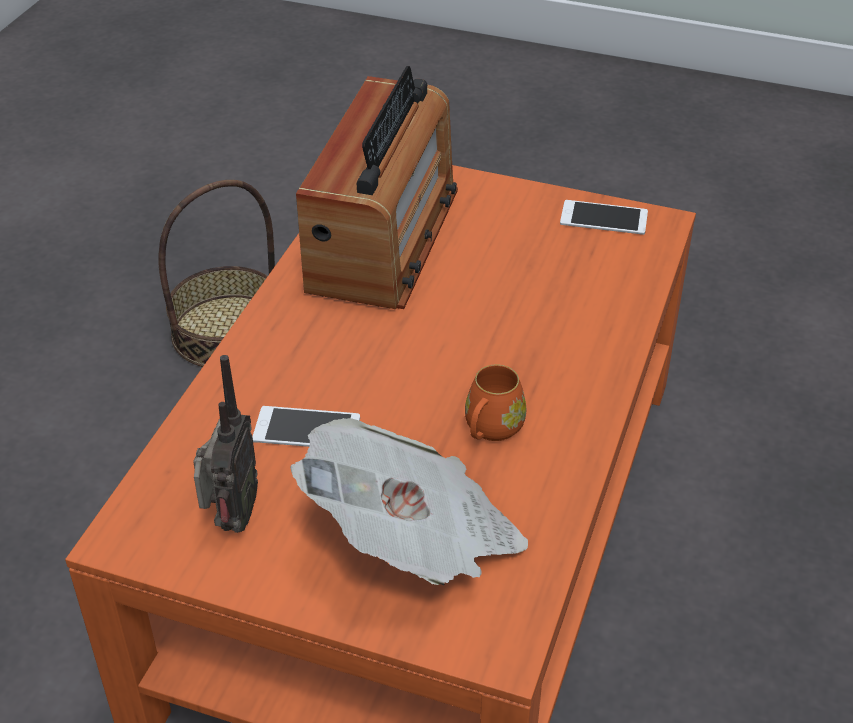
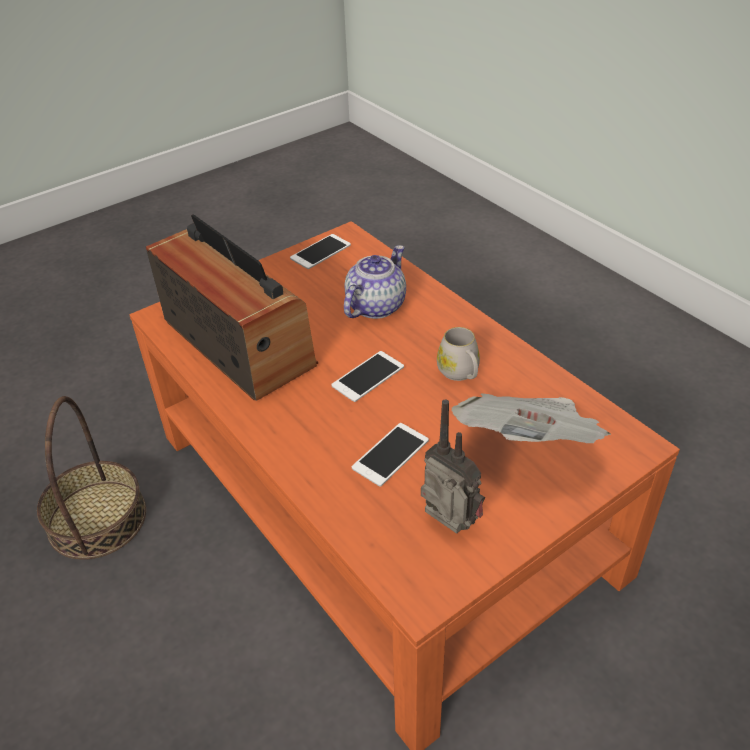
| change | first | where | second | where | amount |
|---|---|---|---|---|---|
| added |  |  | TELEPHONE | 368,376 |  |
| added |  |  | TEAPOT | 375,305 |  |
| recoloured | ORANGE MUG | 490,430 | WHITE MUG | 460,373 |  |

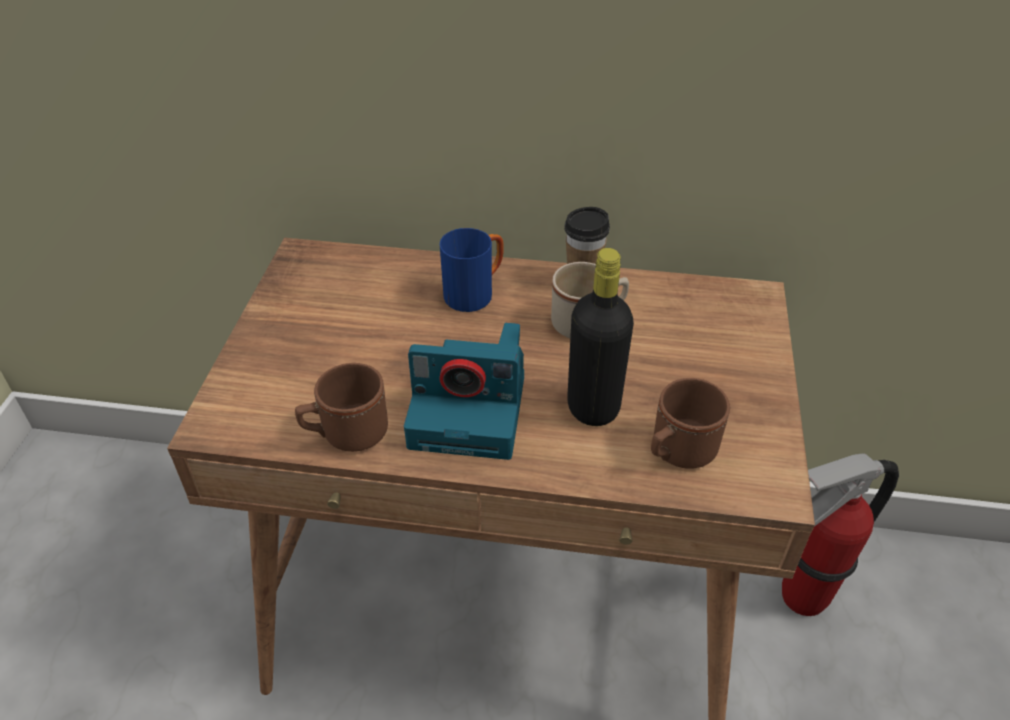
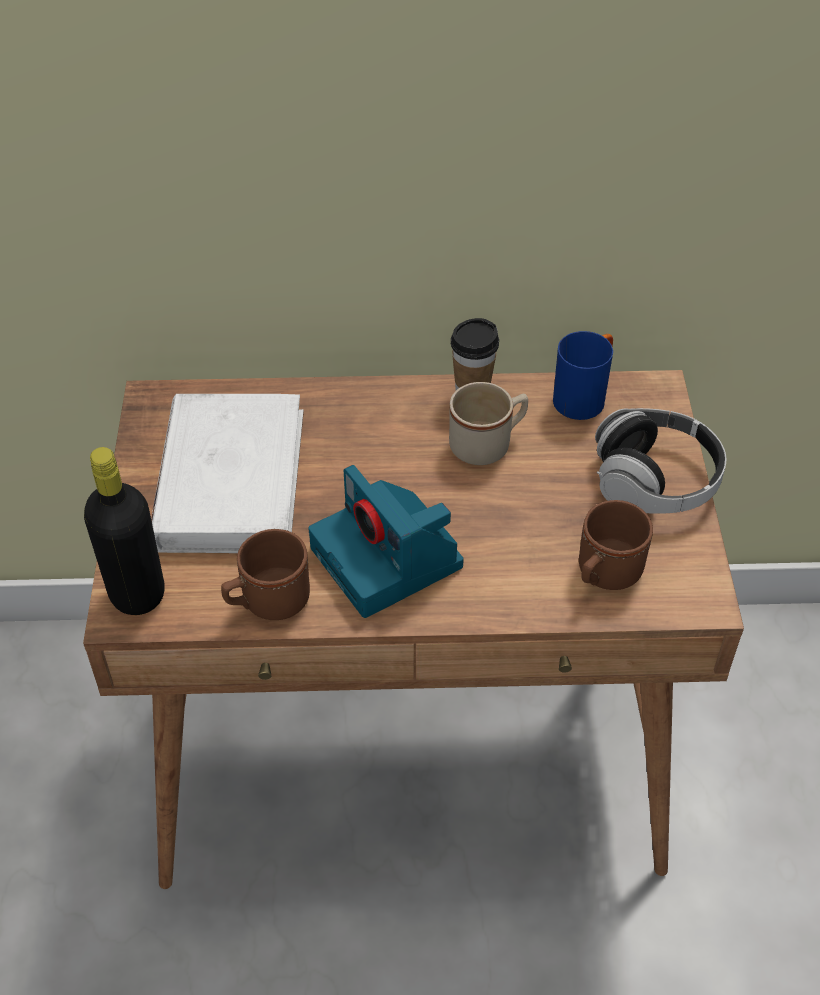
| change | first | where | second | where | amount |
|---|---|---|---|---|---|
| moved | BLACK-COLOURED BEVERAGE BOTTLE | 593,407 |  | 137,593 |  |
| added |  |  | WHITE VOLUME | 230,479 |  |
| turned | PHOTO CAMERA | 471,411 |  | 389,559 | 60 degrees clockwise |
| moved | BLUE MUG | 475,293 |  | 584,396 |  |
| added |  |  | HEADPHONES | 655,481 |  |
| removed | FIRE-FIGHTING CYLINDER | 802,597 |  |  |  |

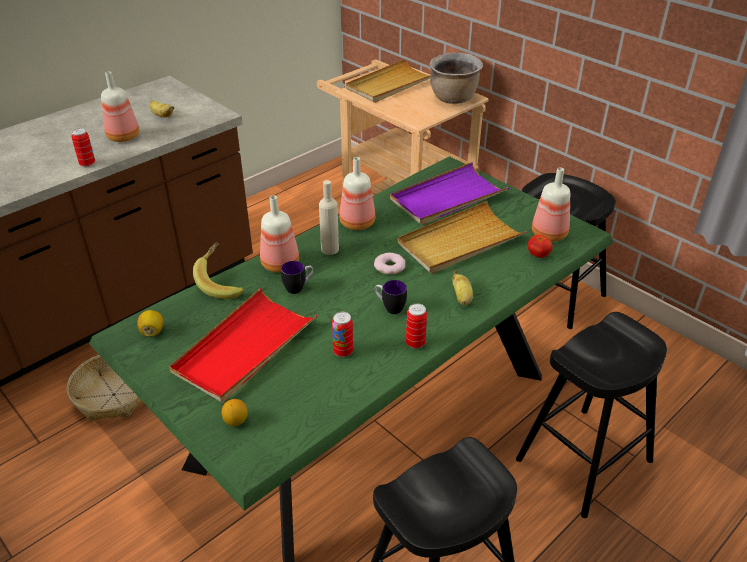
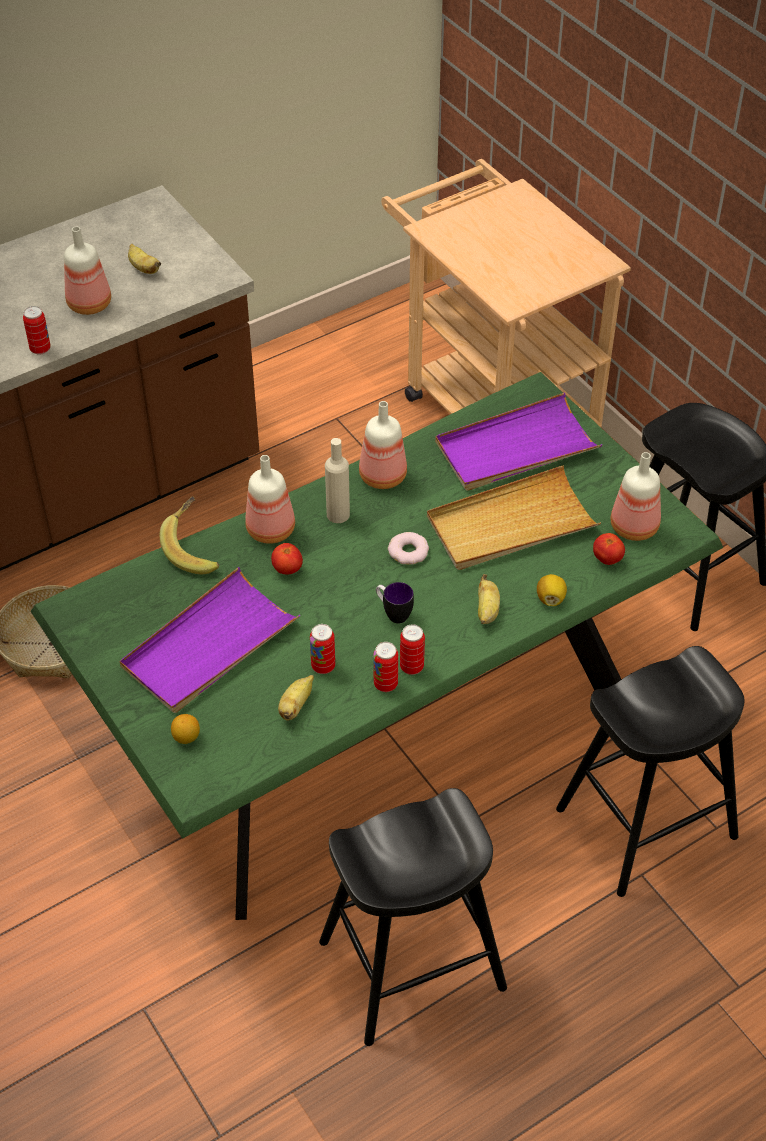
| change | first | where | second | where | amount |
|---|---|---|---|---|---|
| recoloured | REDDISH CARRYING TRAY | 244,348 | PURPLISH CARRYING TRAY | 209,645 |  |
| replaced | MUG | 298,288 | TOMATO | 287,569 |  |
| added |  |  | WHOLE BANANA | 296,706 |  |
| added |  |  | METAL CAN | 385,684 |  |
| moved | WHOLE LEMON | 152,331 |  | 550,599 |  |
| removed | BEIGE-COLOURED CARRYING TRAY | 390,84 |  |  |  |
| removed | BROWNISH SAUCEPOT | 453,99 |  |  |  |

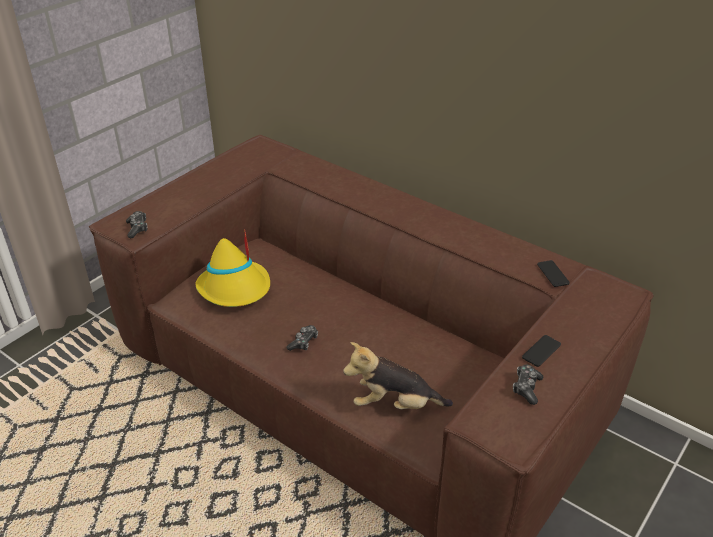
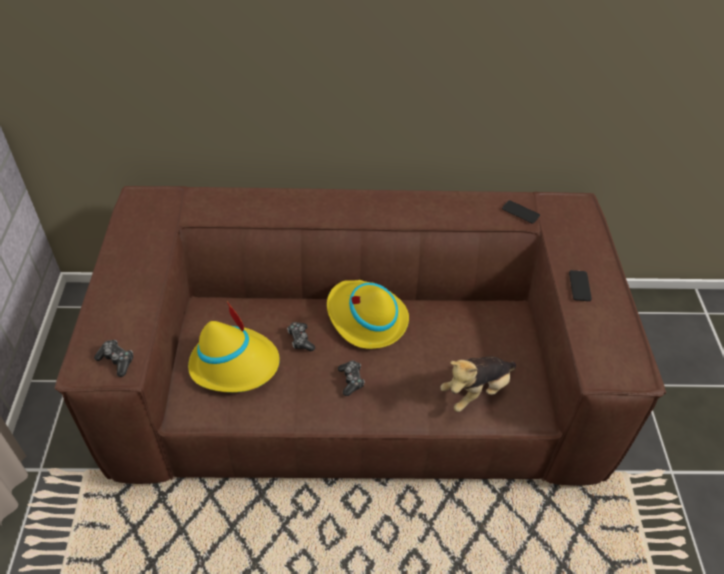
| change | first | where | second | where | amount |
|---|---|---|---|---|---|
| moved | GAME CONTROLLER | 526,388 |  | 300,340 |  |
| added |  |  | YELLOWISH HAT | 366,318 |  |

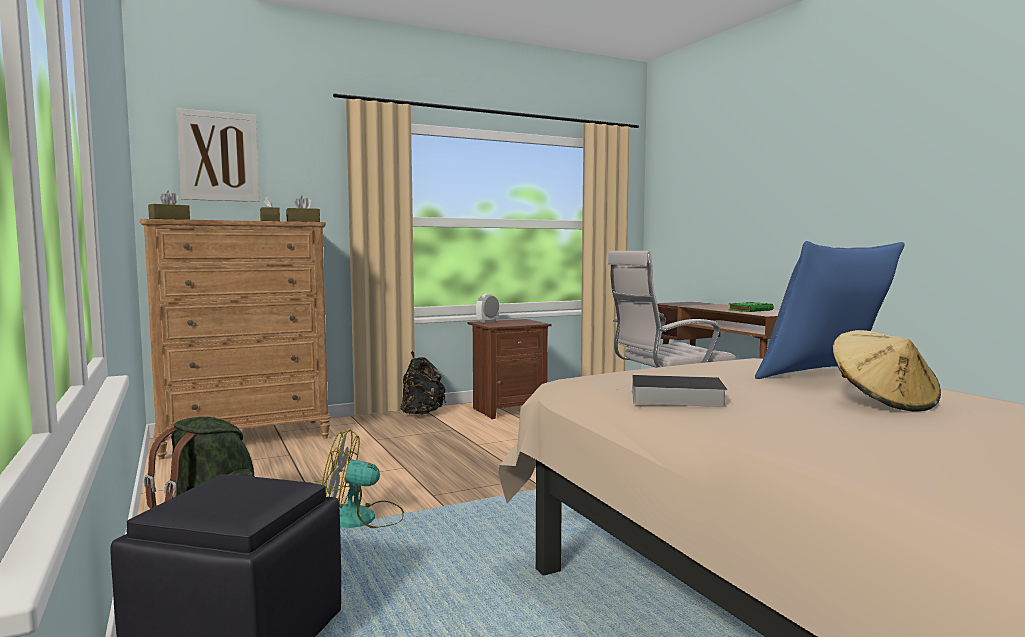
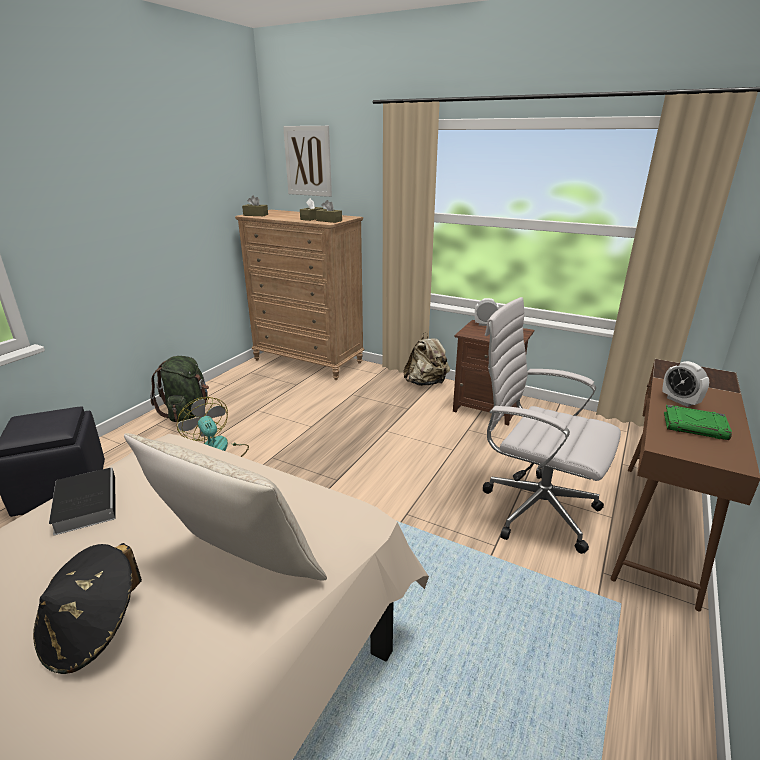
| change | first | where | second | where | amount |
|---|---|---|---|---|---|
| recoloured | BEIGE-COLOURED HAT | 883,402 | BLACK-COLOURED HAT | 93,630 |  |
| recoloured | BLUE CUSHION | 827,376 | BEIGE-COLOURED CUSHION | 240,571 |  |
| recoloured | BLACK-COLOURED BACKPACK | 421,413 | BEIGE-COLOURED BACKPACK | 426,383 |  |
| added |  |  | ALARM CLOCK | 680,401 |  |

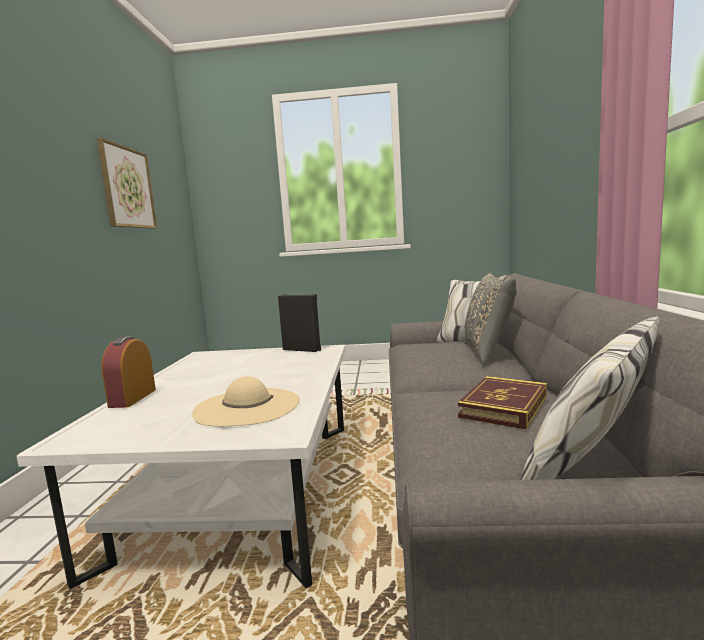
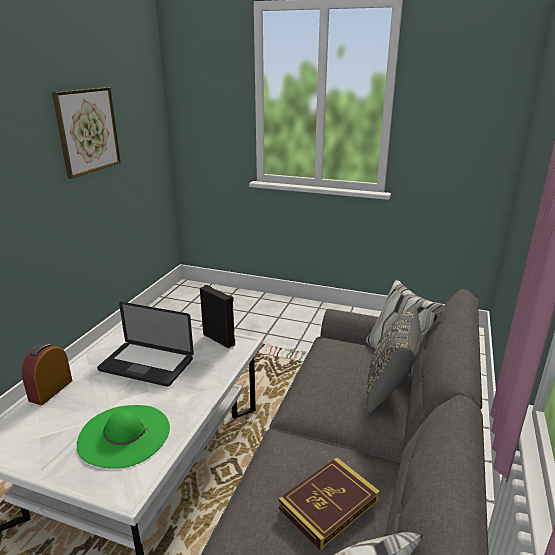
| change | first | where | second | where | amount |
|---|---|---|---|---|---|
| recoloured | BEIGE-COLOURED HAT | 247,406 | GREENISH HAT | 124,435 |  |
| added |  |  | NOTEBOOK COMPUTER | 146,365 |  |

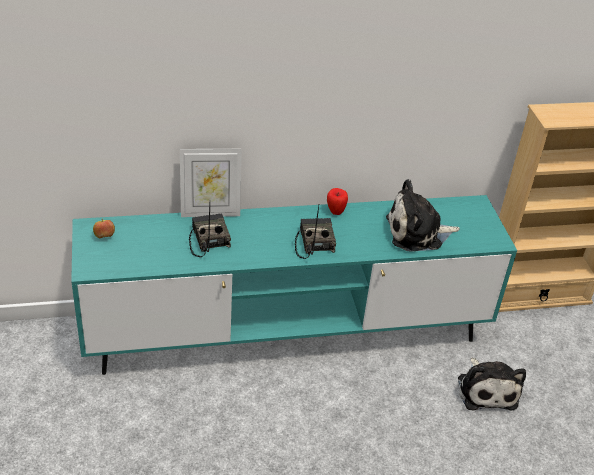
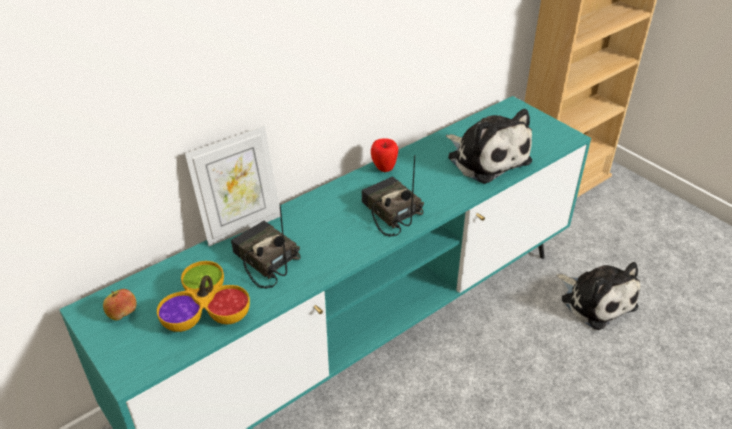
| change | first | where | second | where | amount |
|---|---|---|---|---|---|
| added |  |  | DEEP DISH | 206,309 |  |
| turned | CUDDLY TOY | 417,233 |  | 486,158 | 90 degrees counterclockwise |

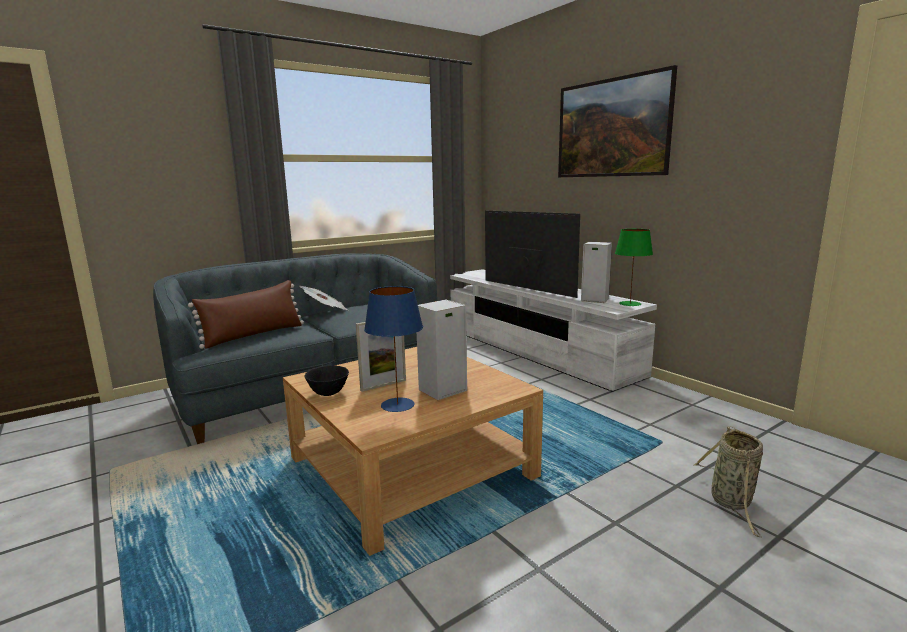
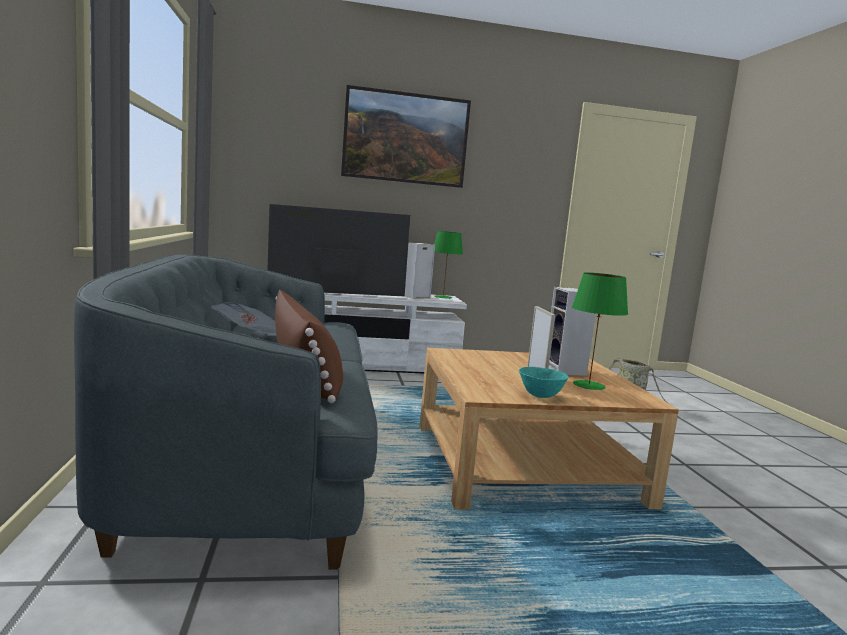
| change | first | where | second | where | amount |
|---|---|---|---|---|---|
| recoloured | BLACK-COLOURED DEEP DISH | 328,393 | BLUE-GREEN DEEP DISH | 540,396 |  |
| recoloured | BLUE TABLE LAMP | 398,405 | GREENISH TABLE LAMP | 588,385 |  |

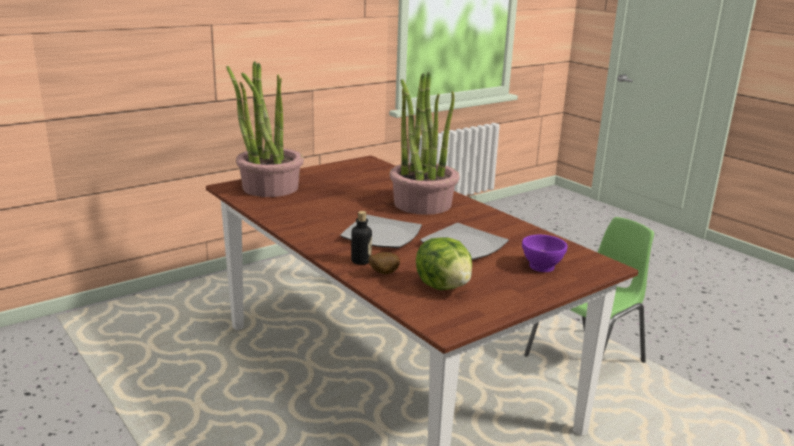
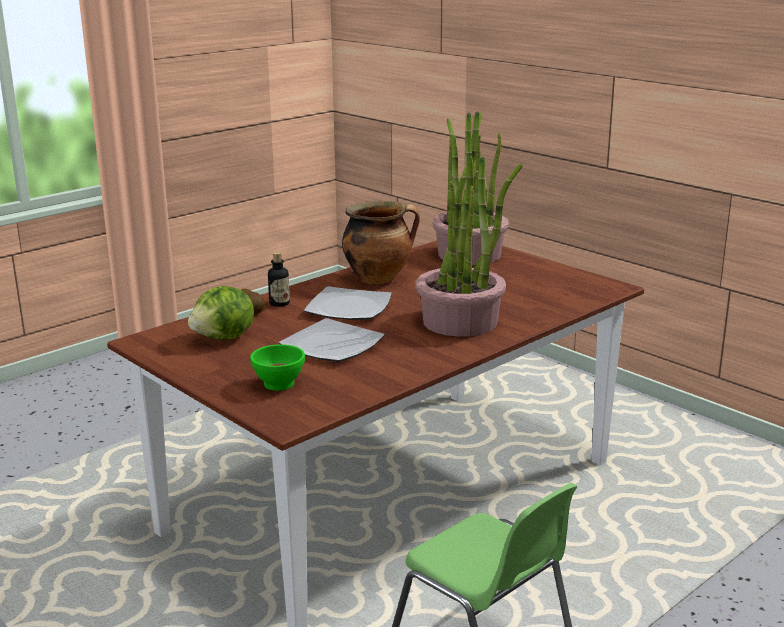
| change | first | where | second | where | amount |
|---|---|---|---|---|---|
| recoloured | PURPLISH DEEP DISH | 541,266 | GREENISH DEEP DISH | 280,384 |  |
| added |  |  | SAUCEPOT | 379,278 |  |

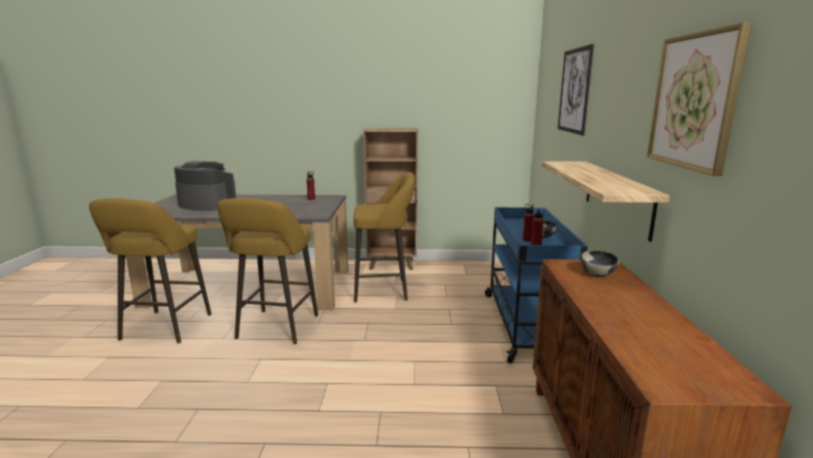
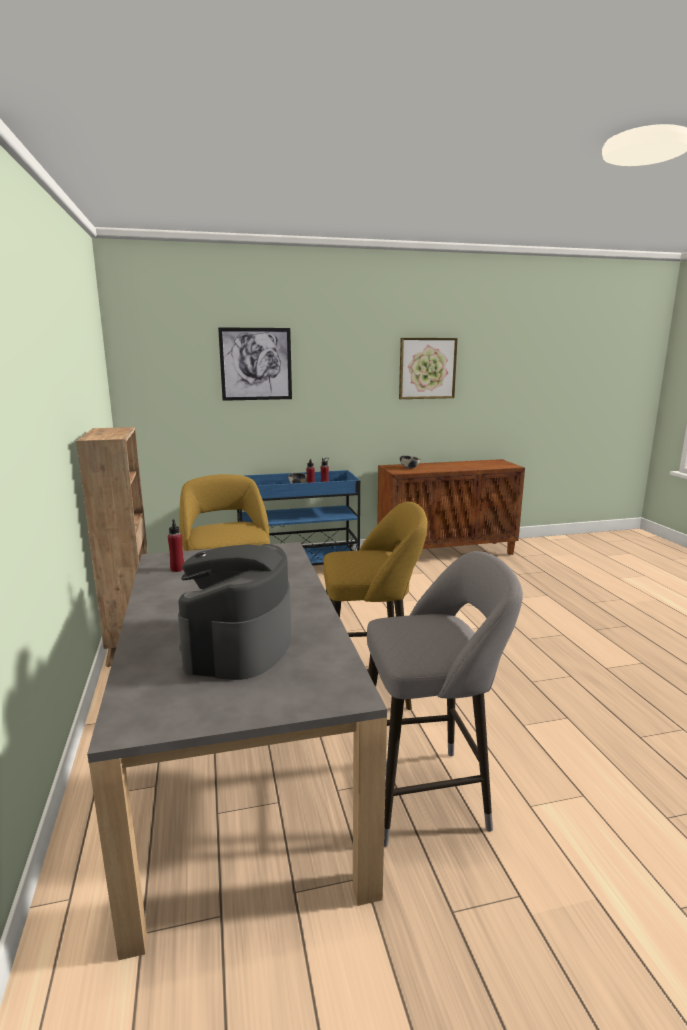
| change | first | where | second | where | amount |
|---|---|---|---|---|---|
| recoloured | YELLOWISH STOOL | 164,329 | GREY STOOL | 429,793 |  |
| removed | WALL SHELF | 617,196 |  |  |  |

